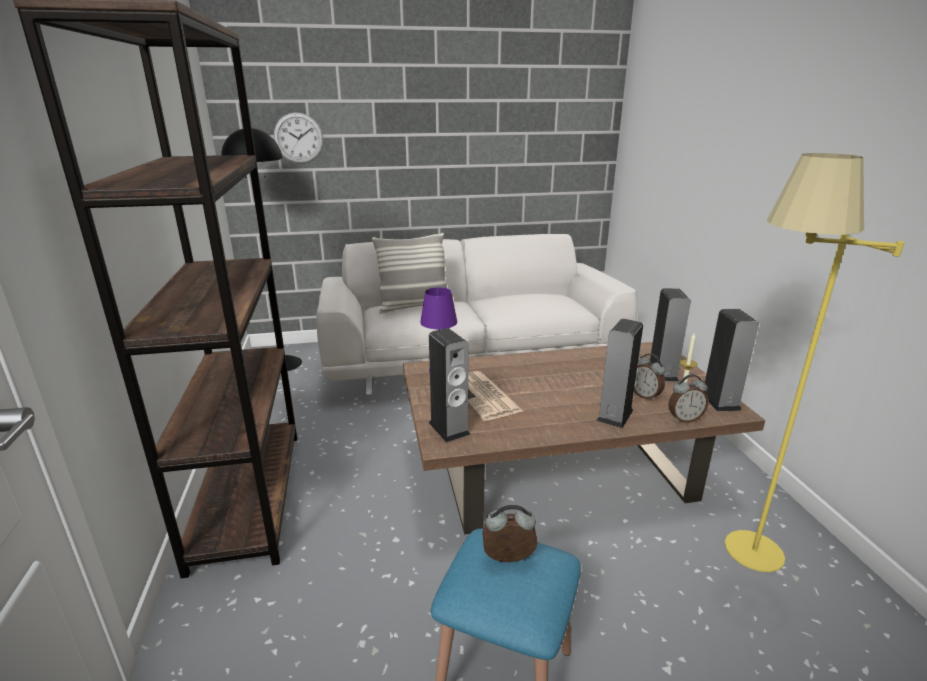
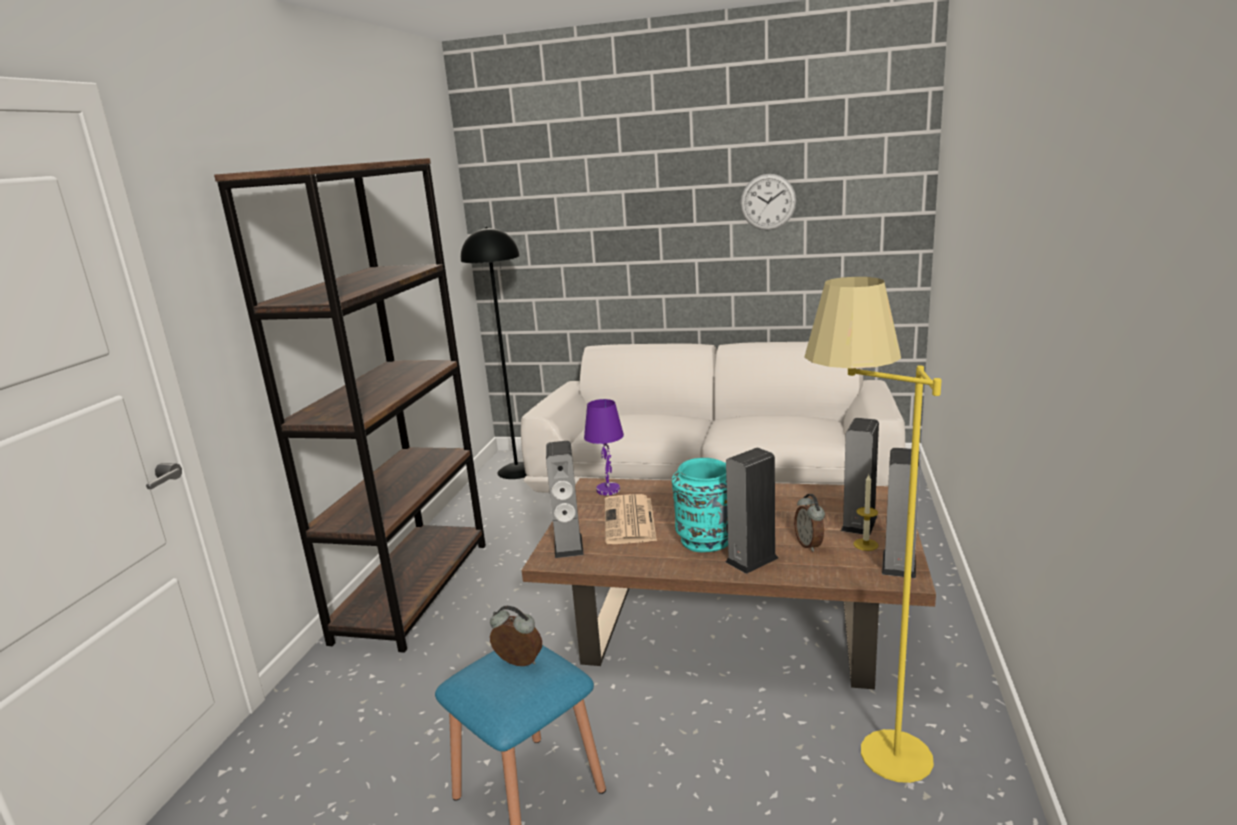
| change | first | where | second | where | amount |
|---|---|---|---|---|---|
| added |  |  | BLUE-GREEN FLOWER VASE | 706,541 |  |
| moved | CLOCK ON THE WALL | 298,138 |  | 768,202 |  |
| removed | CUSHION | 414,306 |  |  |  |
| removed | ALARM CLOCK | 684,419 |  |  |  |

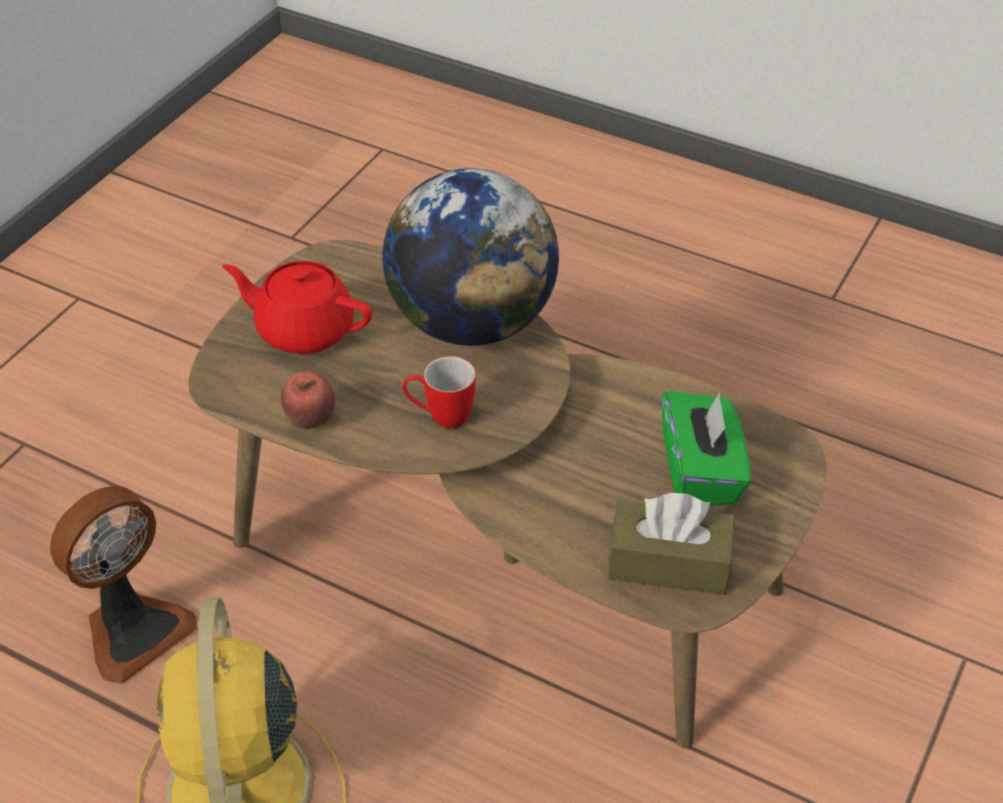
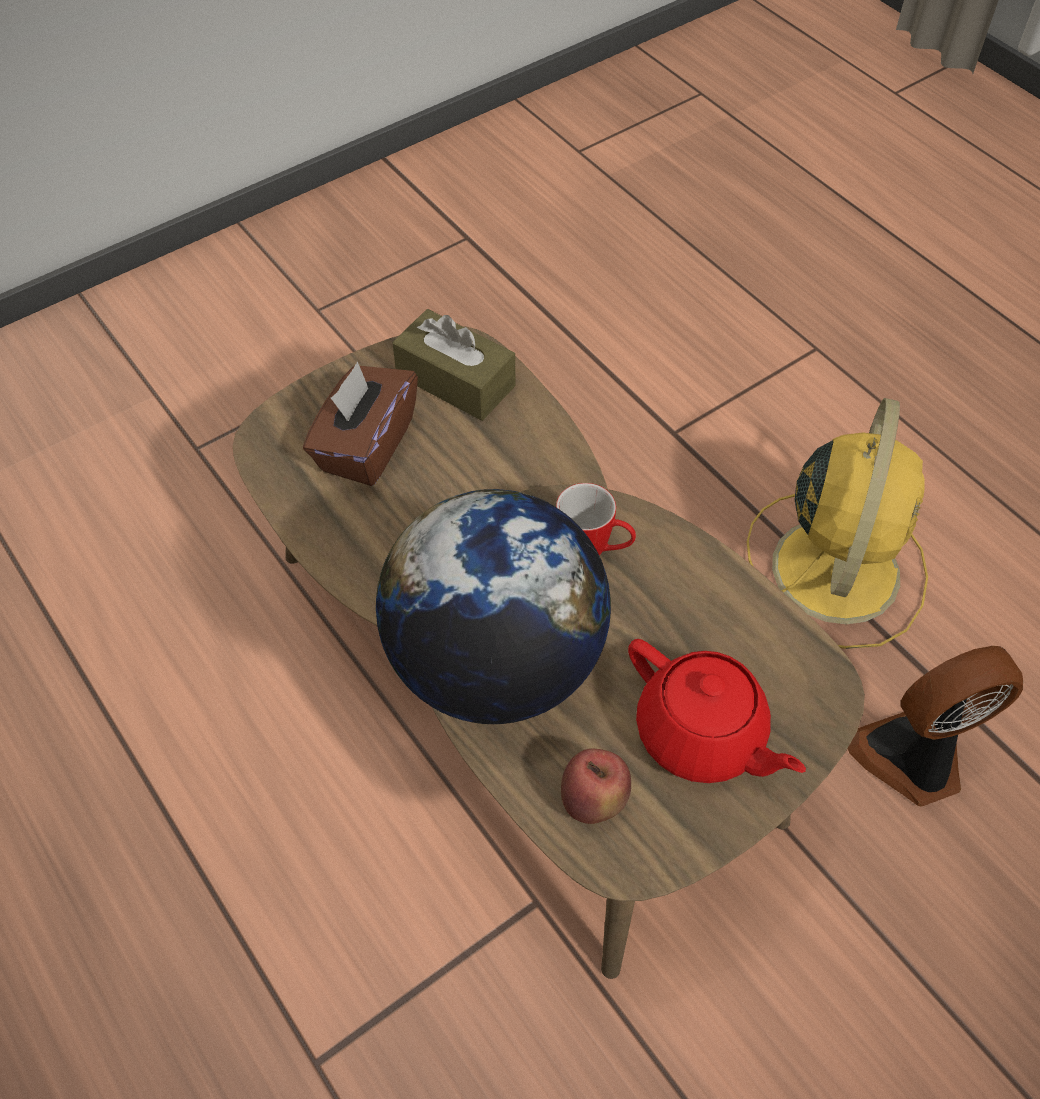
| change | first | where | second | where | amount |
|---|---|---|---|---|---|
| recoloured | GREENISH TISSUE HOLDER | 701,473 | BROWNISH TISSUE HOLDER | 365,446 |  |
| moved | APPLE | 311,421 |  | 593,802 |  |

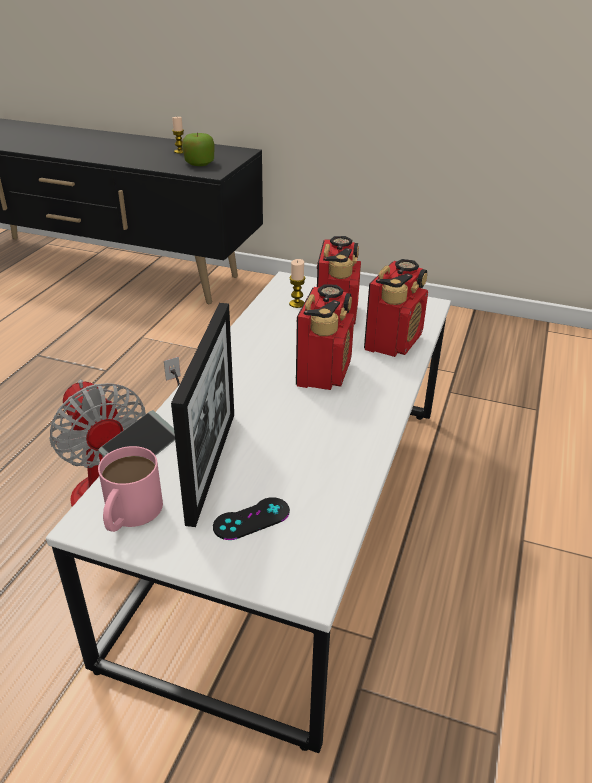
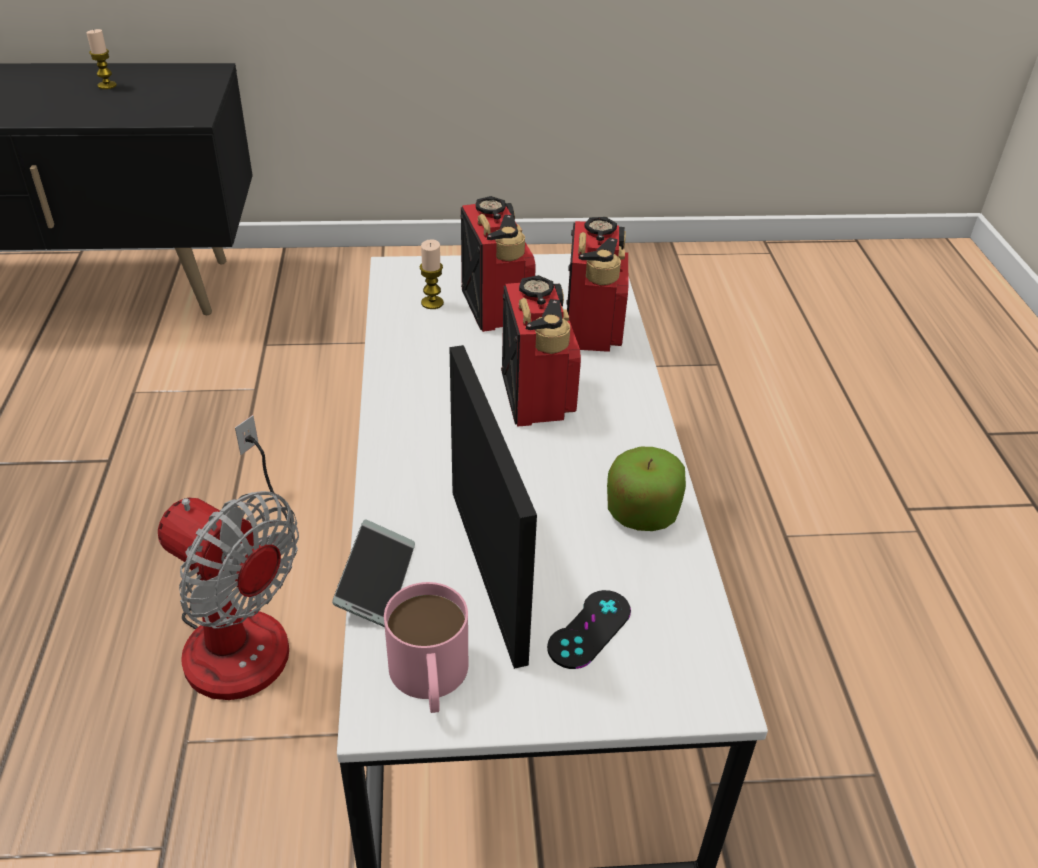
| change | first | where | second | where | amount |
|---|---|---|---|---|---|
| moved | APPLE | 199,163 |  | 641,513 |  |

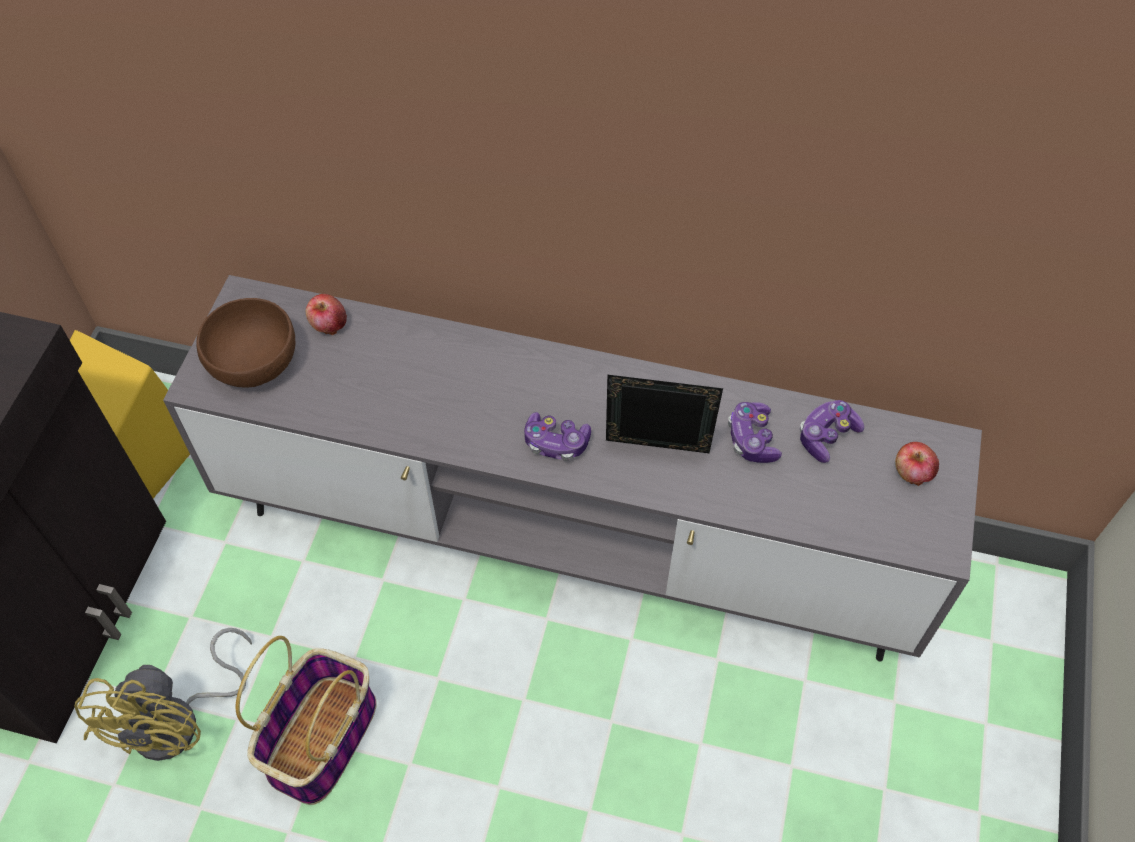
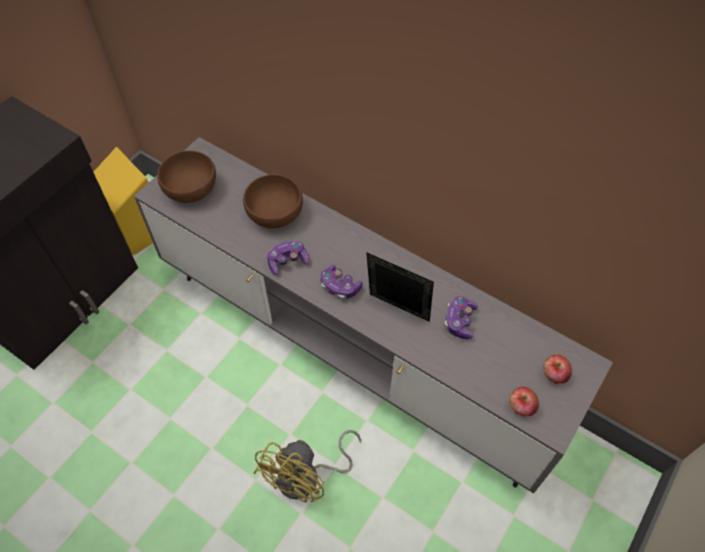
| change | first | where | second | where | amount |
|---|---|---|---|---|---|
| added |  |  | BROWNISH DEEP DISH | 274,212 |  |
| moved | YELLOWISH COOLING FAN | 180,722 |  | 307,477 |  |
| moved | GAME CONTROLLER | 826,436 |  | 287,261 |  |
| moved | APPLE | 328,324 |  | 521,407 |  |
| removed | BASKET | 322,737 |  |  |  |

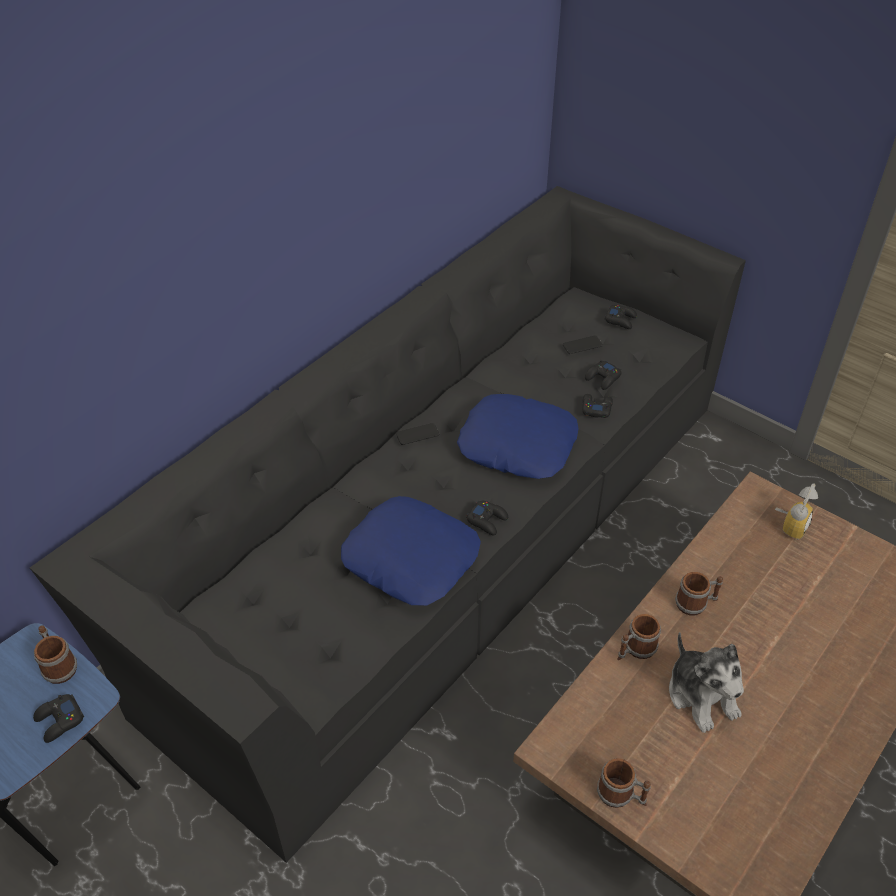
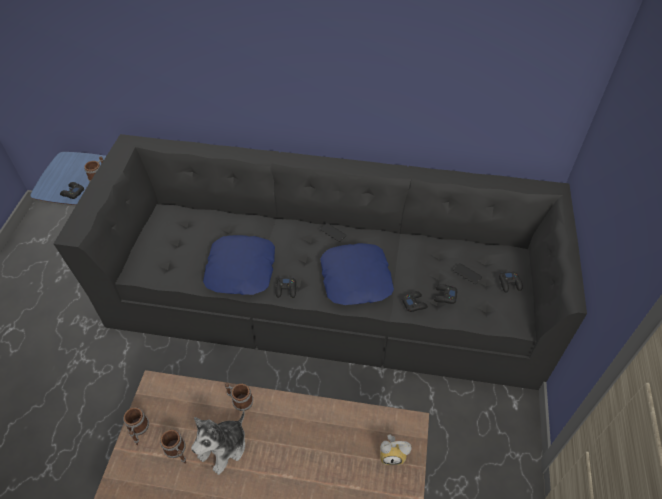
| change | first | where | second | where | amount |
|---|---|---|---|---|---|
| moved | MUG | 696,603 |  | 177,452 |  |

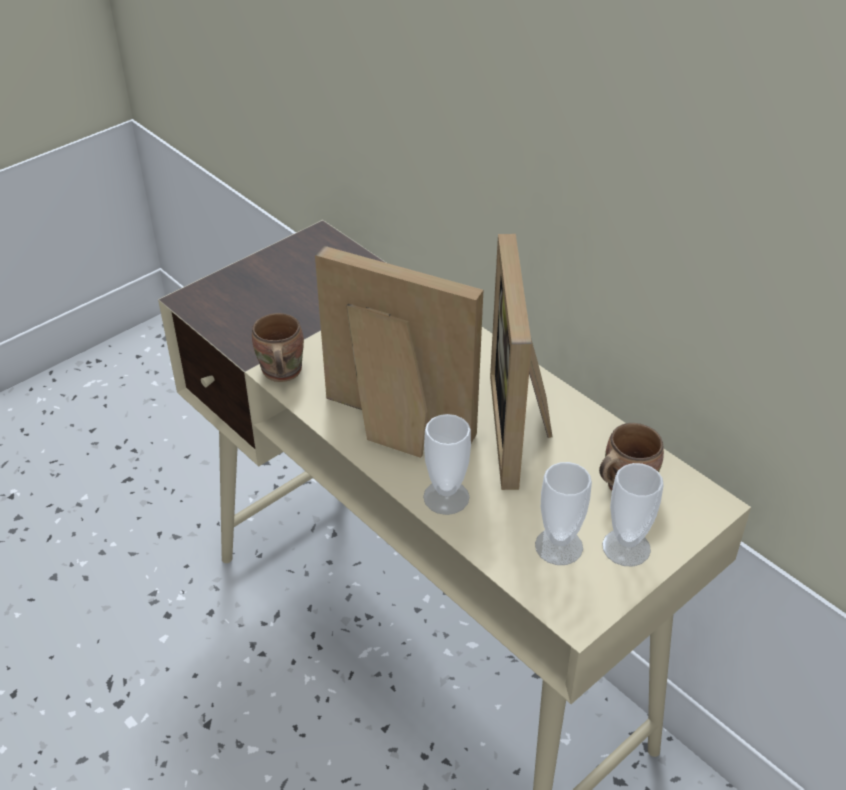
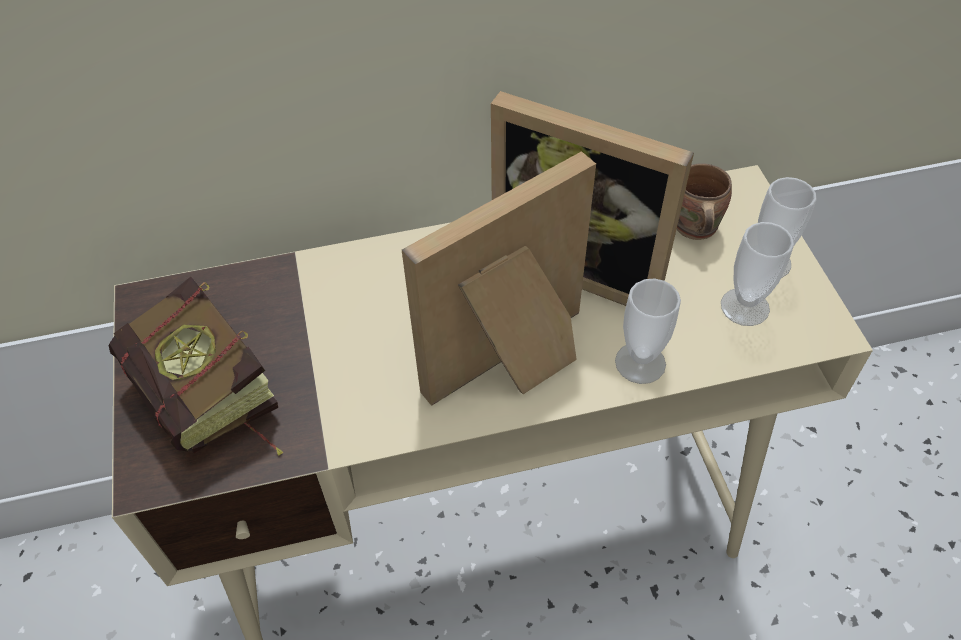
| change | first | where | second | where | amount |
|---|---|---|---|---|---|
| added |  |  | VOLUME | 213,407 |  |
| removed | BROWNISH MUG | 279,373 |  |  |  |

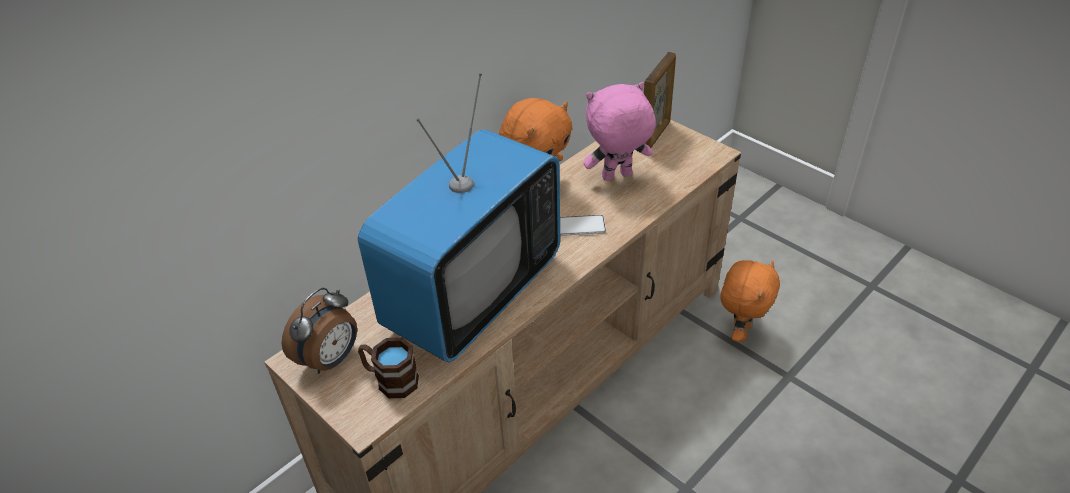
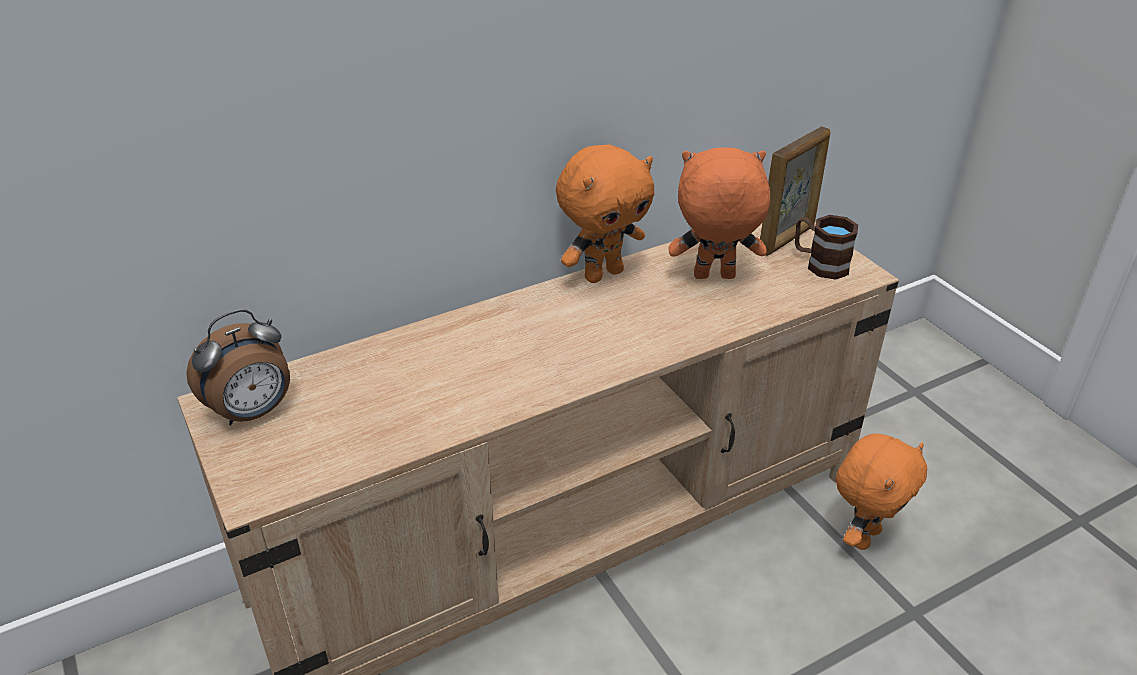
| change | first | where | second | where | amount |
|---|---|---|---|---|---|
| recoloured | PINKISH CUDDLY TOY | 617,177 | ORANGE CUDDLY TOY | 713,278 |  |
| moved | BROWNISH MUG | 390,380 |  | 819,264 |  |
| removed | TV | 473,294 |  |  |  |
| removed | TELEPHONE | 578,226 |  |  |  |

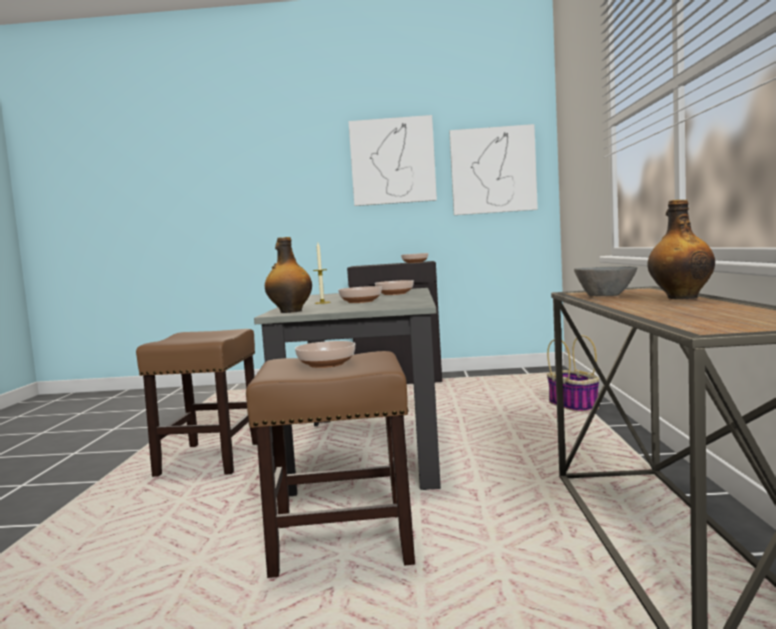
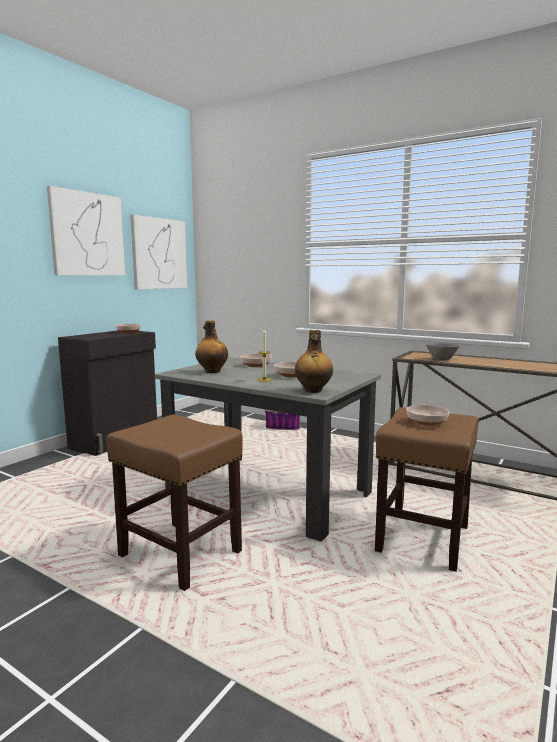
| change | first | where | second | where | amount |
|---|---|---|---|---|---|
| moved | BEVERAGE BOTTLE | 681,297 |  | 212,371 |  |

